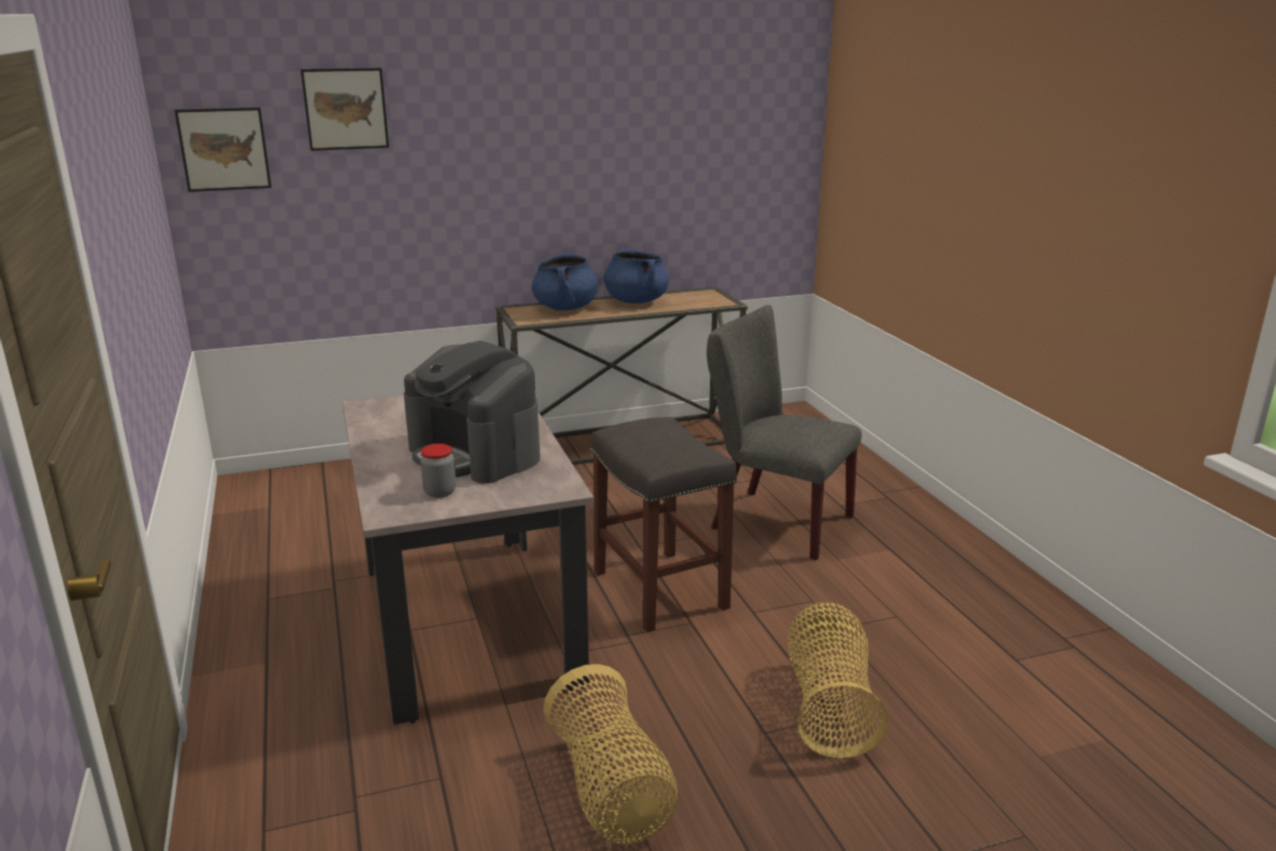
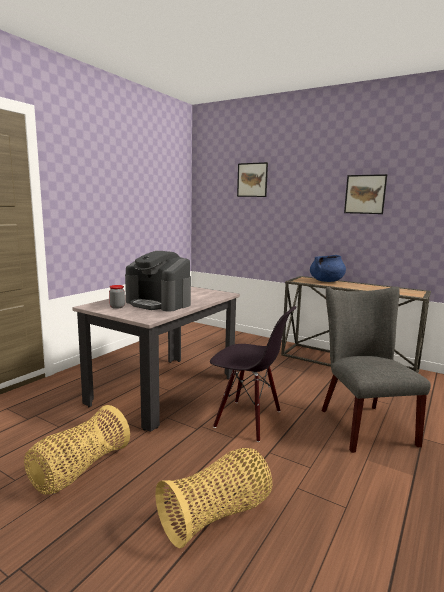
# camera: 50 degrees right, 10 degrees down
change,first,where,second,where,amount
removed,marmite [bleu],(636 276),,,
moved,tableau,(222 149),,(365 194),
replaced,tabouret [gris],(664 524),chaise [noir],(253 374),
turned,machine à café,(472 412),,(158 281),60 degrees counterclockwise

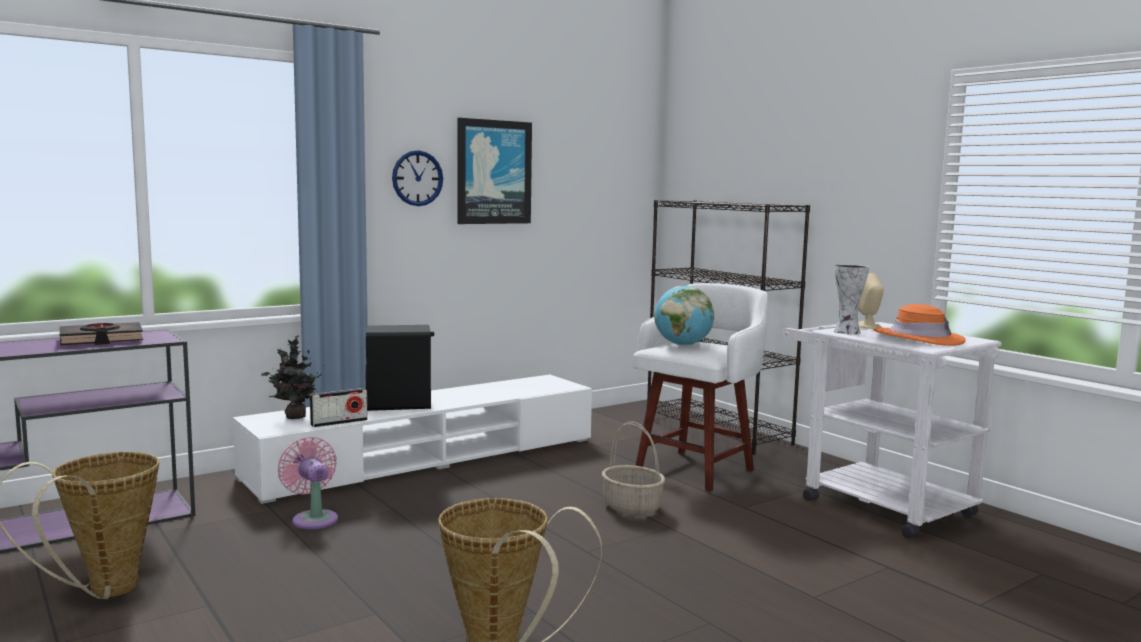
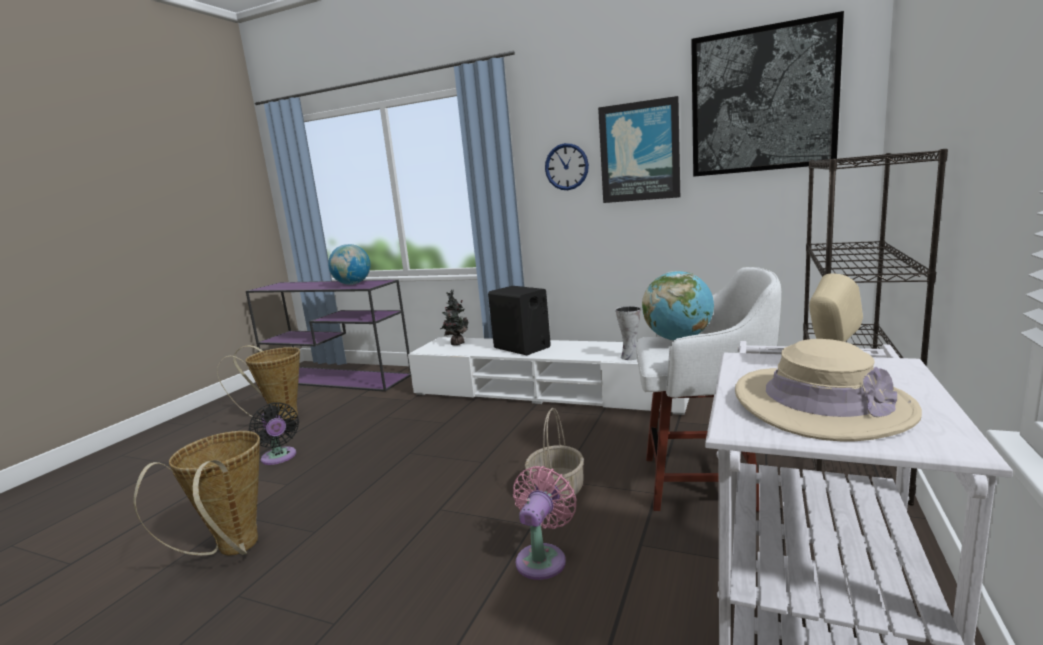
# camera: 60 degrees right, 5 degrees up
change,first,where,second,where,amount
removed,radio,(339 407),,,
added,,,ventilateur [noir],(274 433),
added,,,tableau,(767 94),
moved,ventilateur [rose],(308 483),,(545 523),
moved,vase,(851 299),,(628 333),
replaced,livre [noir],(101 334),globe,(349 264),
recoloured,chapeau [orange],(920 325),chapeau [beige],(828 390),

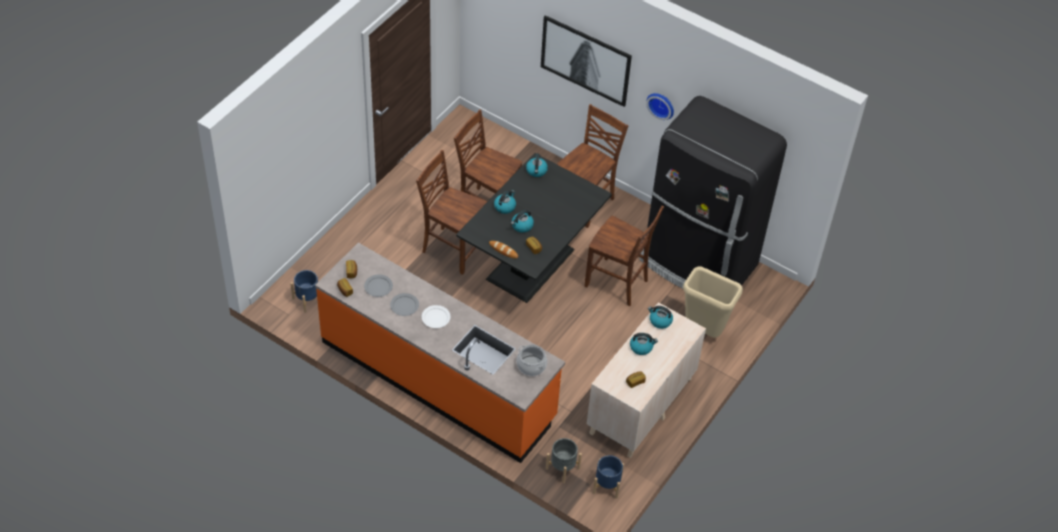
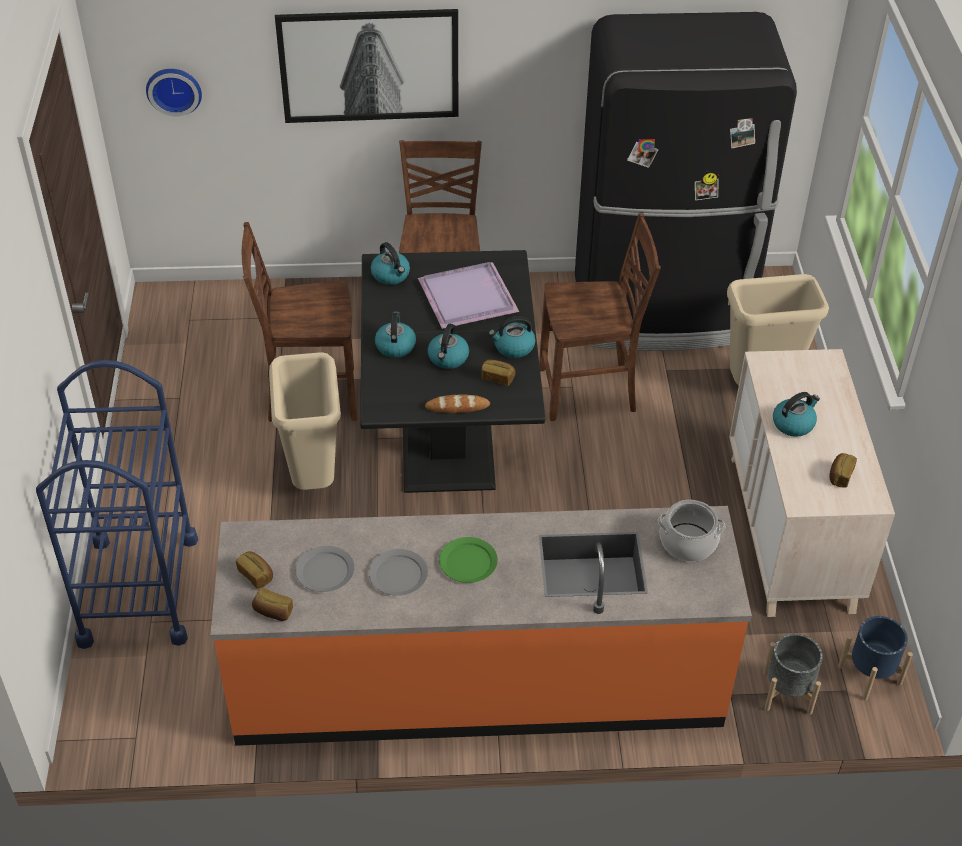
# camera: 35 degrees left, 5 degrees down
change,first,where,second,where,amount
removed,cache-pot [bleu],(304 291),,,
added,,,chariot [bleu],(117 504),
added,,,plateau [violet],(468 295),
moved,horloge murale,(660 106),,(174 93),
moved,bouilloire,(660 317),,(512 337),
replaced,chaise [marron],(451 212),poubelle [beige],(305 421),
recoloured,assiette [blanc],(436 316),assiette [vert],(468 560),

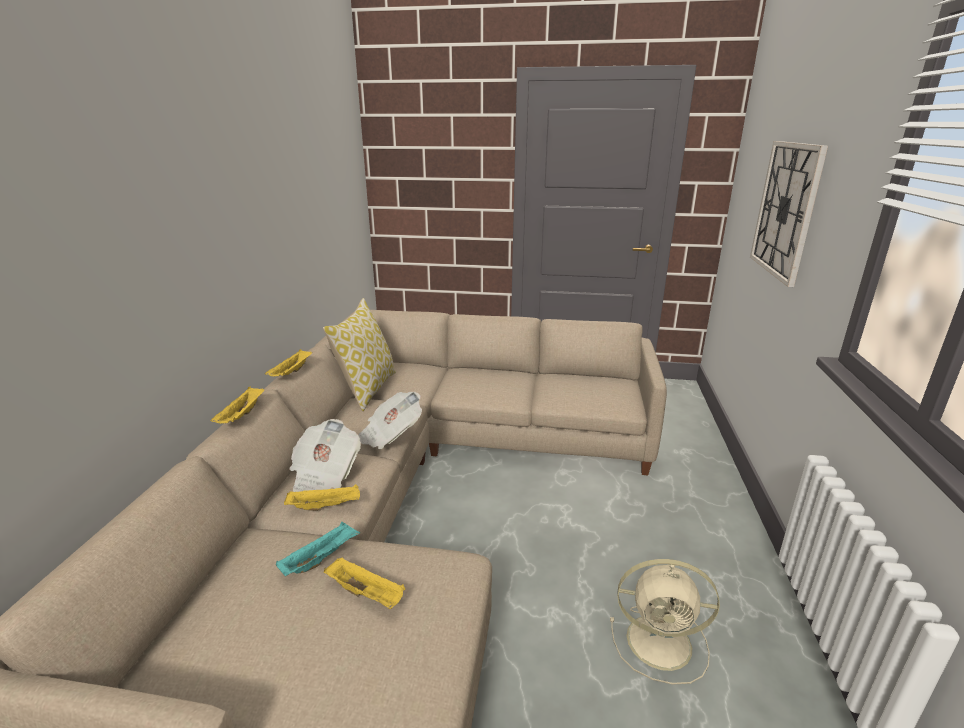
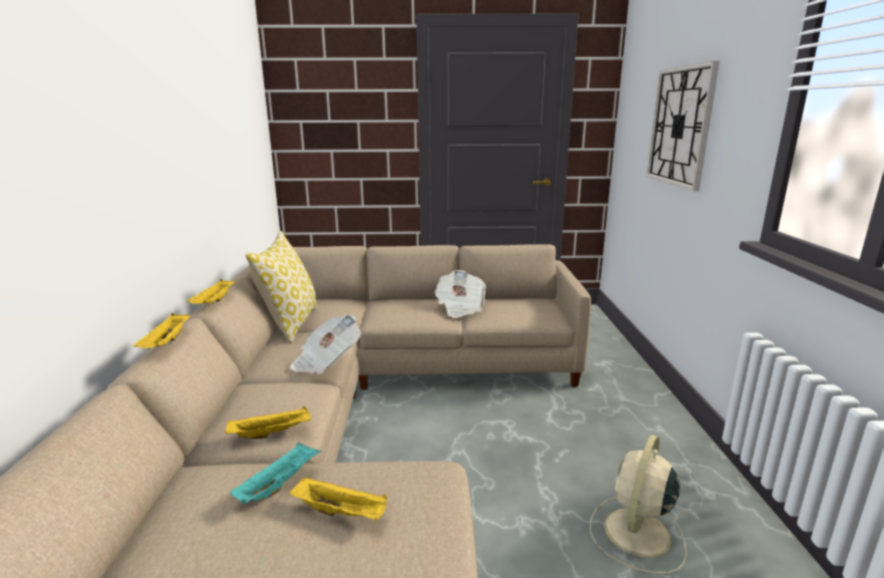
# camera: 10 degrees left, 5 degrees down
change,first,where,second,where,amount
moved,journal,(325 455),,(460 294),
turned,ventilateur [beige],(665 622),,(638 504),120 degrees clockwise

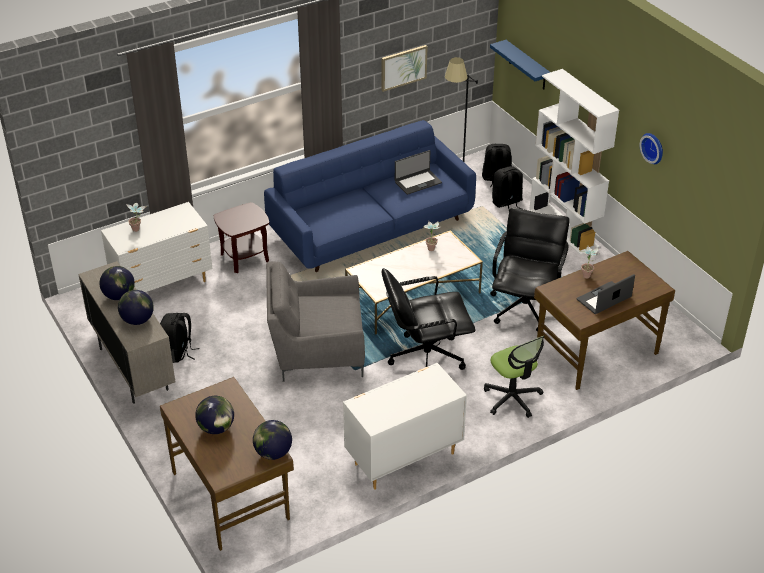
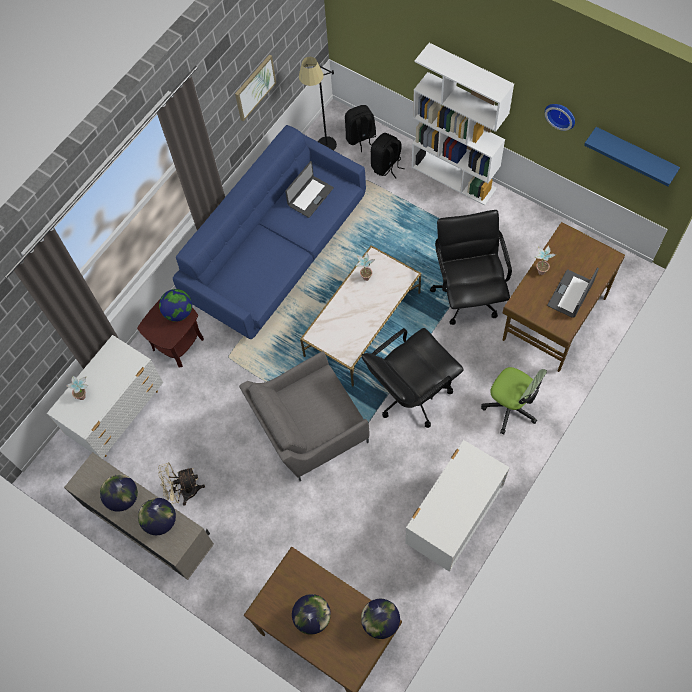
# camera: 20 degrees left, 25 degrees up
change,first,where,second,where,amount
added,,,globe,(175 305),
moved,étagère [bleu],(520 64),,(632 157),
replaced,sac à dos [noir],(180 338),ventilateur [beige],(181 484),

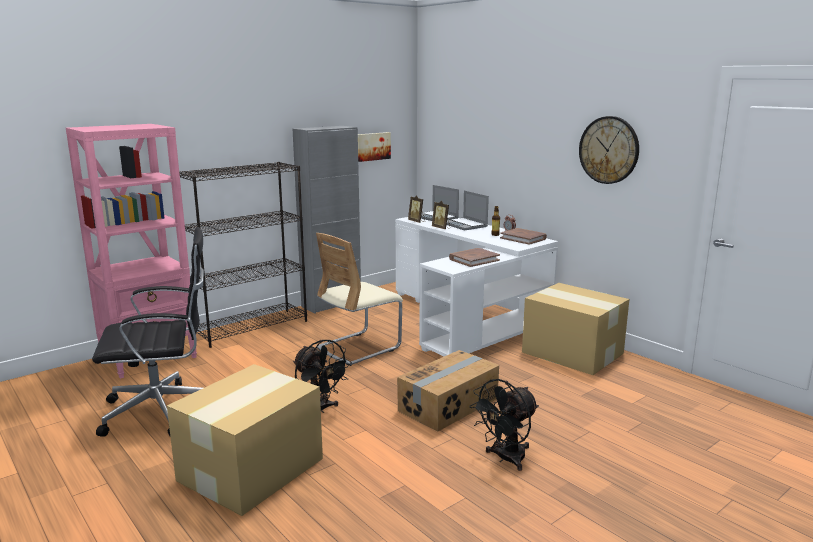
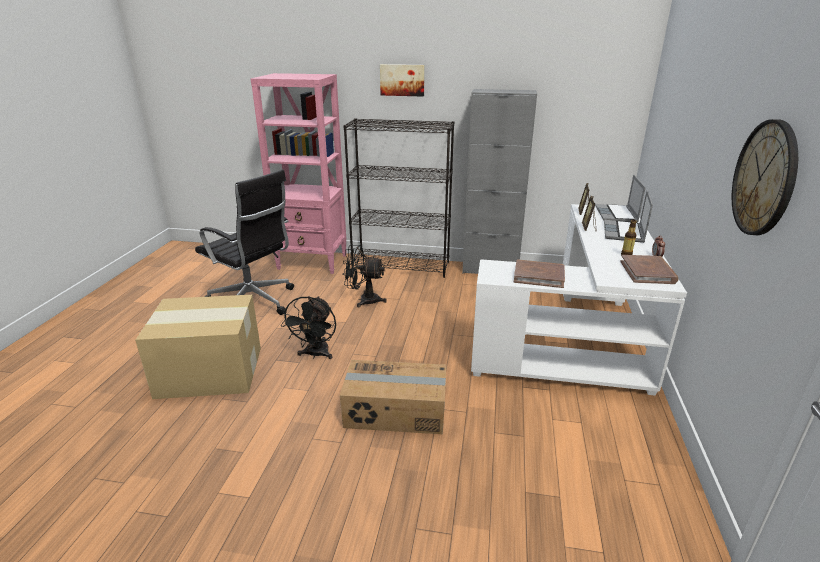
# camera: 50 degrees right, 10 degrees up
change,first,where,second,where,amount
removed,chaise [beige],(359 299),,,
removed,carton,(575 329),,,
moved,tableau,(374 147),,(402 80),
moved,ventilateur [noir],(504 425),,(364 276),

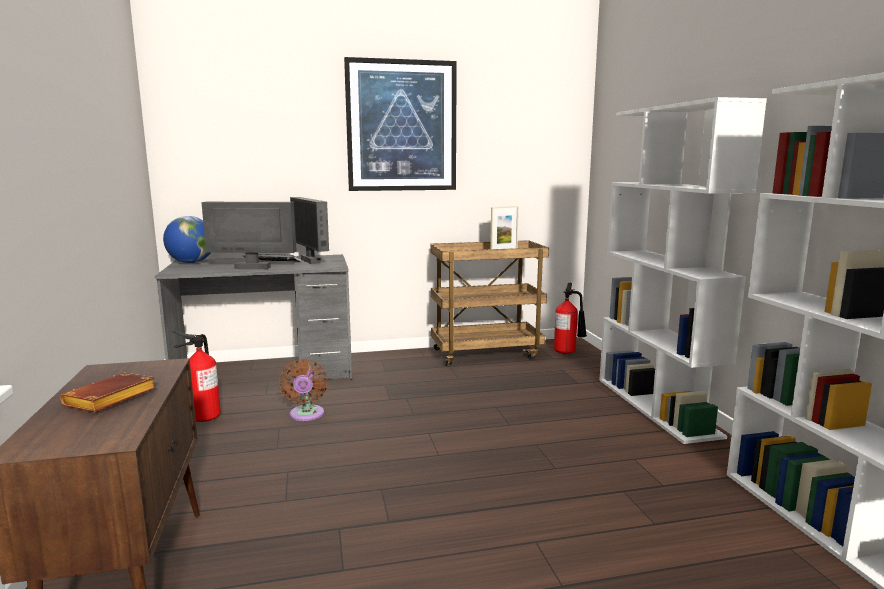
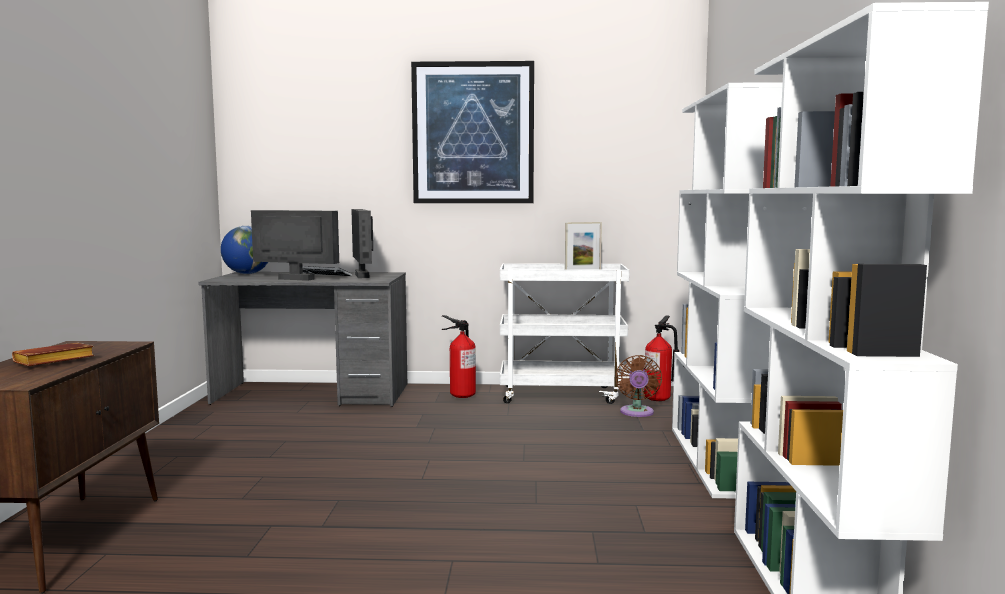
# camera: 15 degrees right, 5 degrees down
change,first,where,second,where,amount
moved,extincteur,(197 376),,(459 356),
moved,ventilateur [marron],(303 390),,(639 386),
recoloured,chariot [marron],(490 303),chariot [blanc],(565 333),

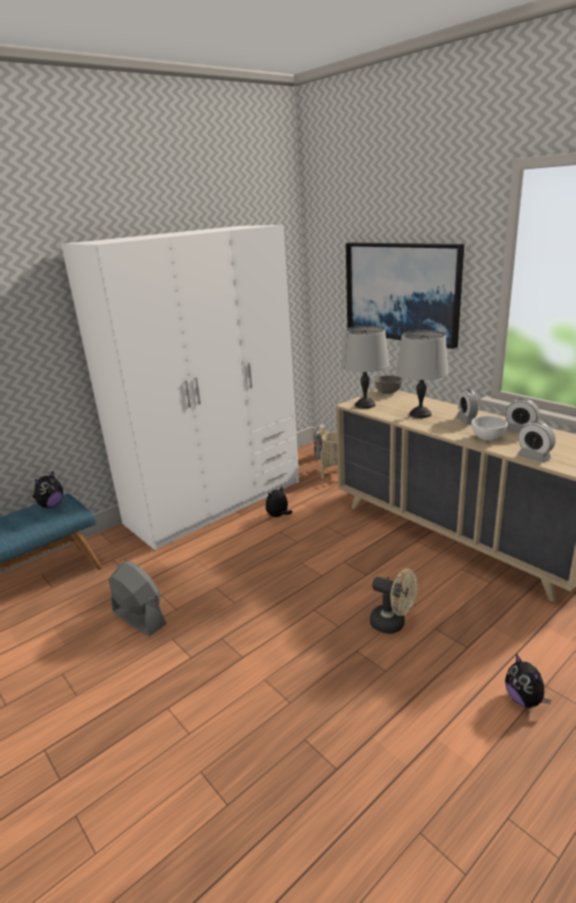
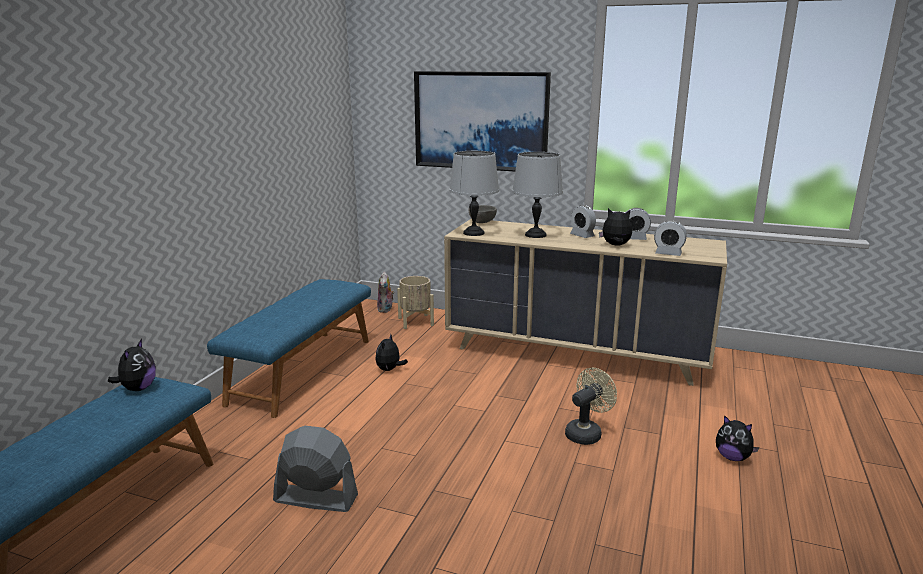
# camera: 30 degrees left, 5 degrees down
change,first,where,second,where,amount
replaced,armoire [blanc],(180 388),banc [bleu],(289 348),
replaced,bol [blanc],(489 428),peluche,(615 226),
turned,ventilateur [beige],(394 601),,(591 406),45 degrees counterclockwise

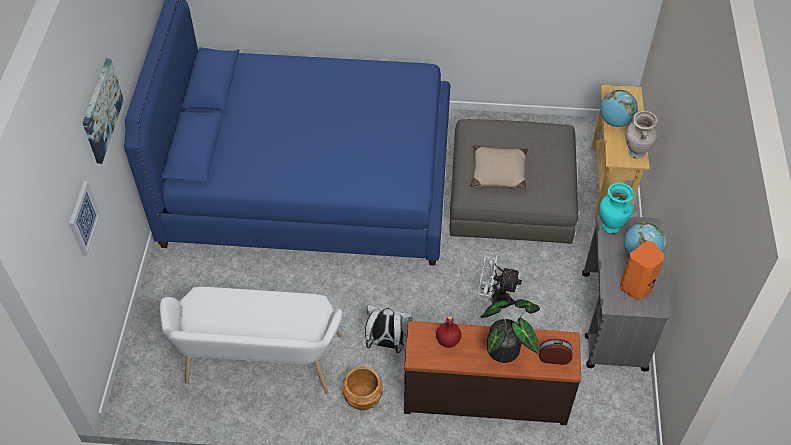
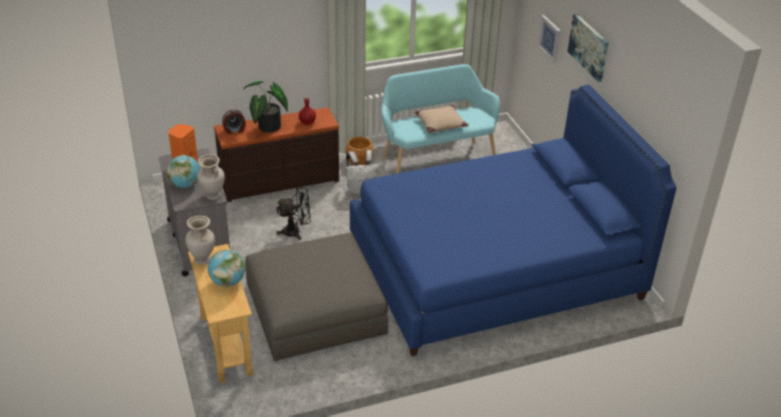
# camera: 155 degrees right, 15 degrees down
change,first,where,second,where,amount
moved,coussin [beige],(499 167),,(442 119),
recoloured,banc [blanc],(251 340),banc [turquoise],(440 119),
recoloured,ventilateur [blanc],(500 280),ventilateur [noir],(293 213),
recoloured,vase [turquoise],(616 208),vase [beige],(211 177),

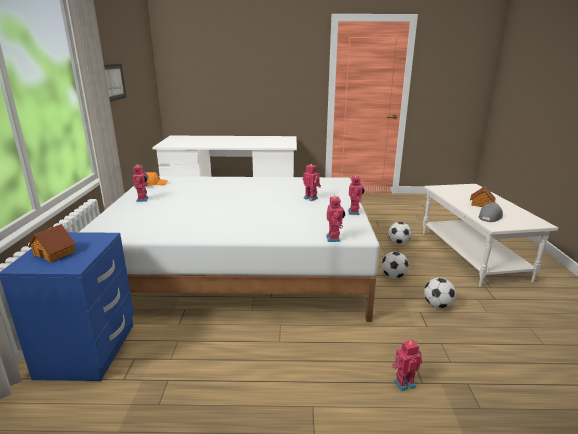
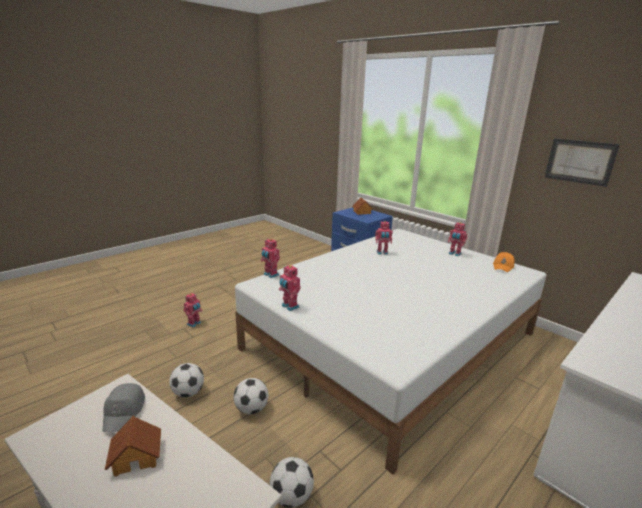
# camera: 135 degrees right, 0 degrees up
change,first,where,second,where,amount
moved,robot jouet,(311 182),,(384 238),

